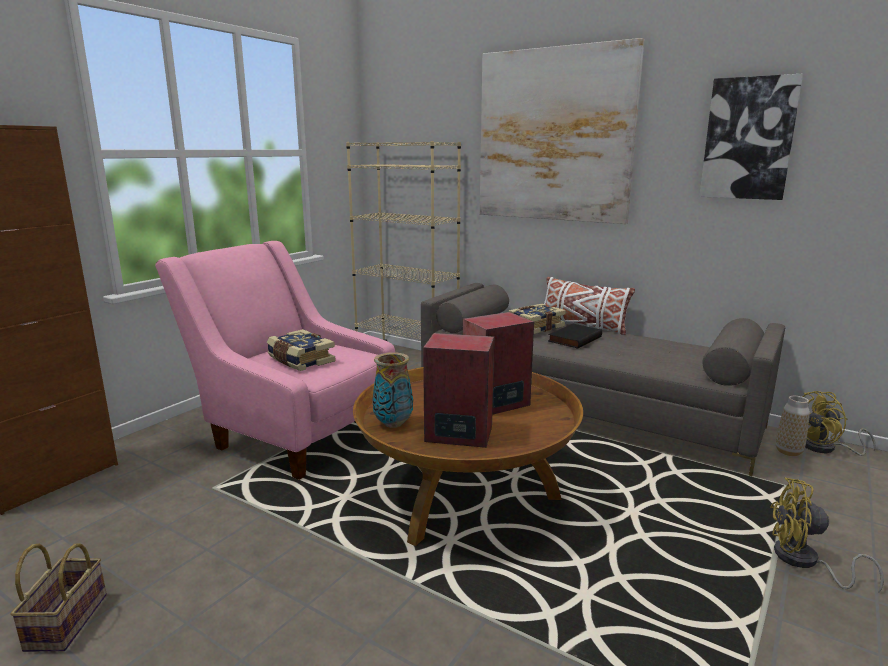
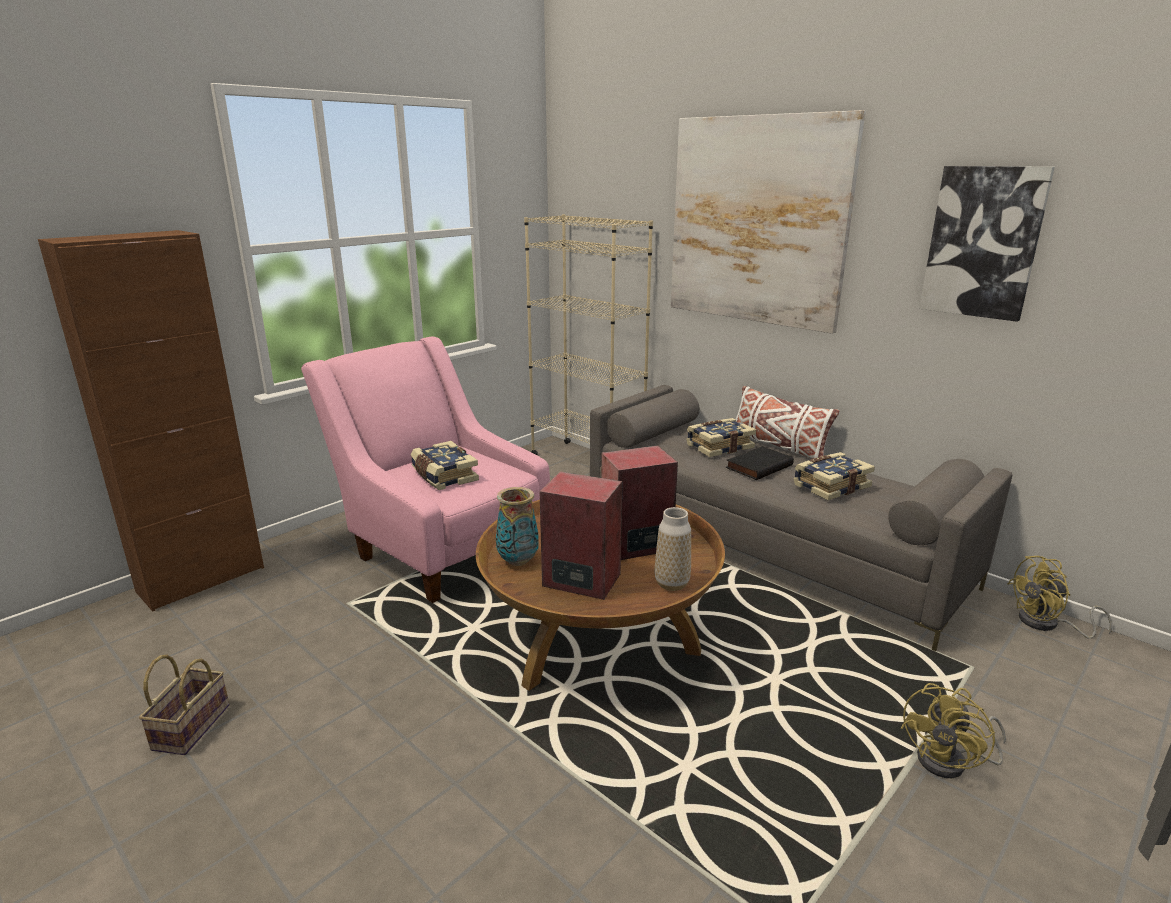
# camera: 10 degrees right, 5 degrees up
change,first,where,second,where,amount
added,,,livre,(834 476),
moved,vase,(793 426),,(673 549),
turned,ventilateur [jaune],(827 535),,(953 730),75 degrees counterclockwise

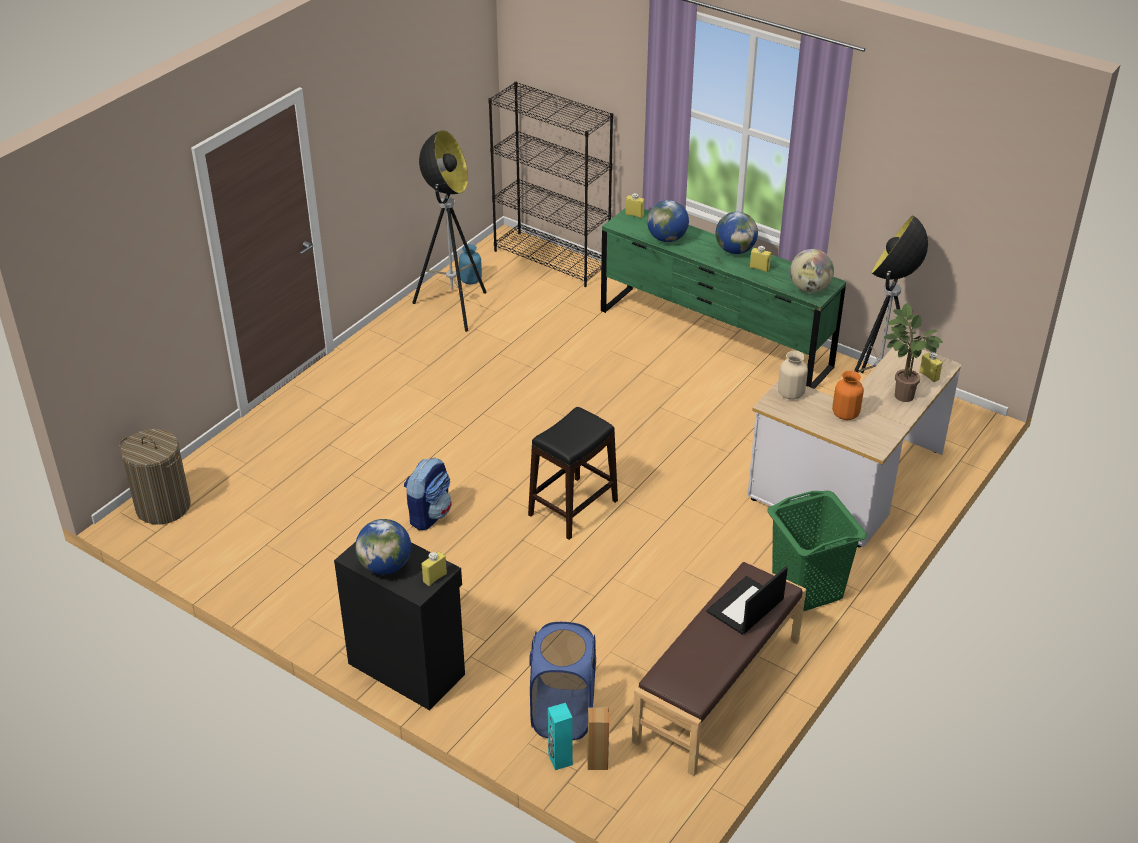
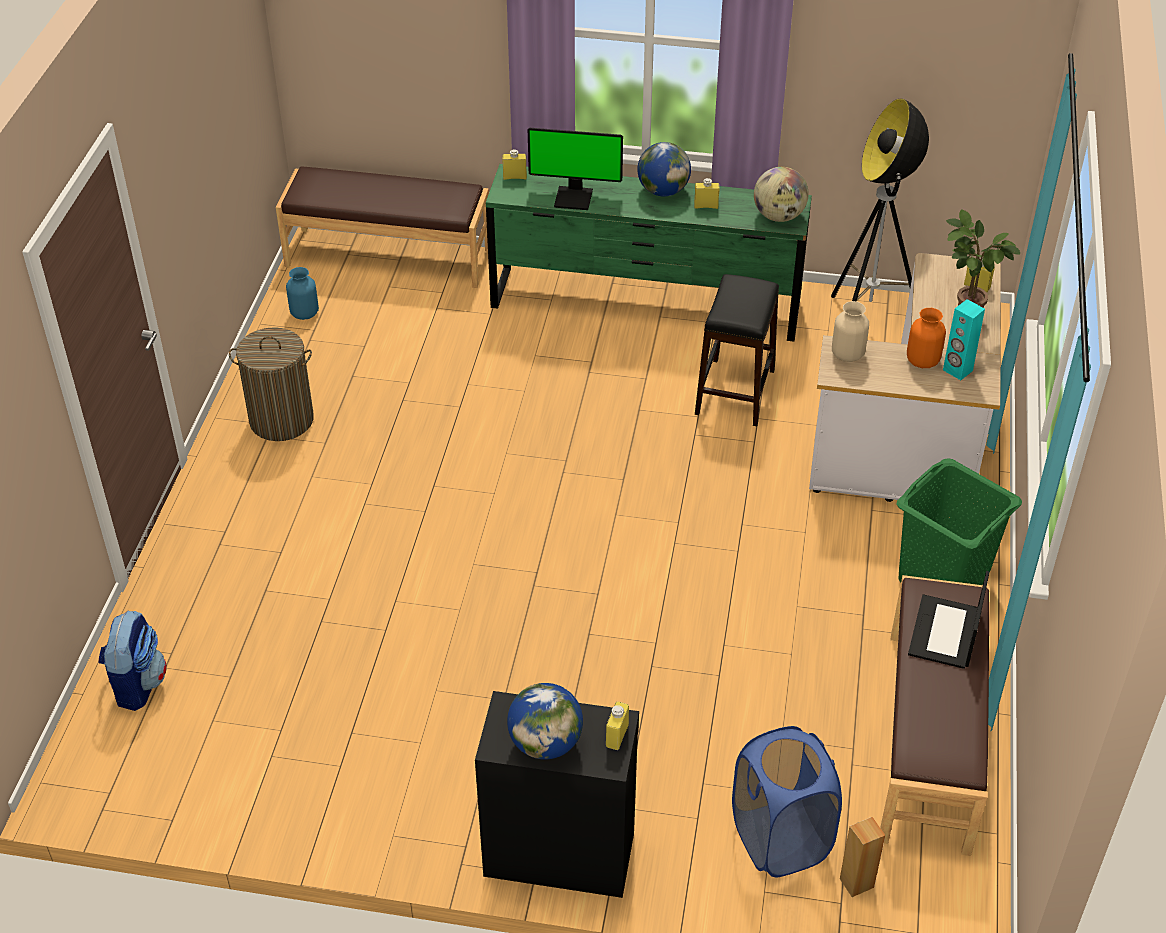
# camera: 25 degrees left, 5 degrees up
change,first,where,second,where,amount
removed,lampadaire,(449 231),,,
moved,panier à linge,(154 477),,(271 384),
moved,sac à dos,(427 494),,(132 661),
moved,tabouret [noir],(573 473),,(737 350),
moved,enceinte [turquoise],(560 736),,(964 339),
replaced,bibliothèque [noir],(550 184),banc [marron],(382 227),
replaced,globe,(668 221),écran d'ordinateur,(575 169),

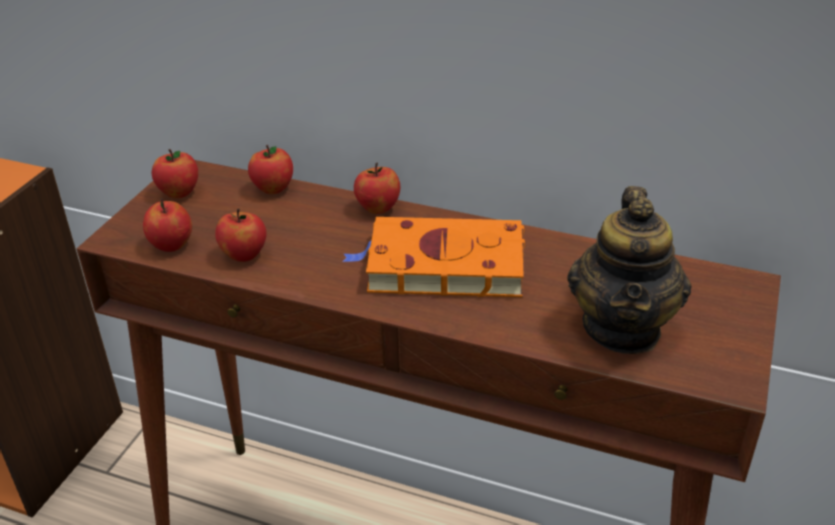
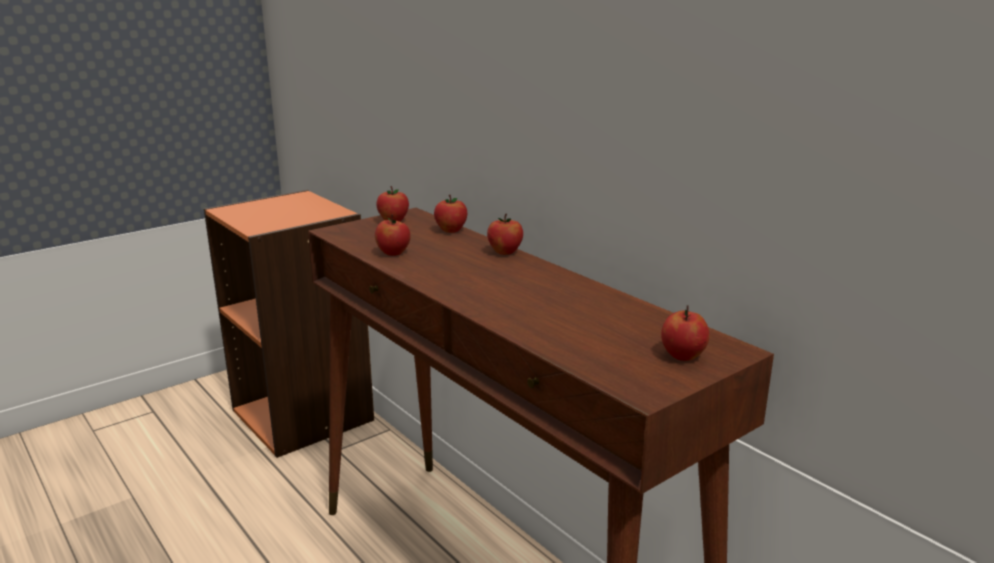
# camera: 30 degrees right, 15 degrees down
change,first,where,second,where,amount
removed,livre [orange],(433 257),,,
removed,théière,(629 270),,,
moved,pomme,(167 225),,(685 333),

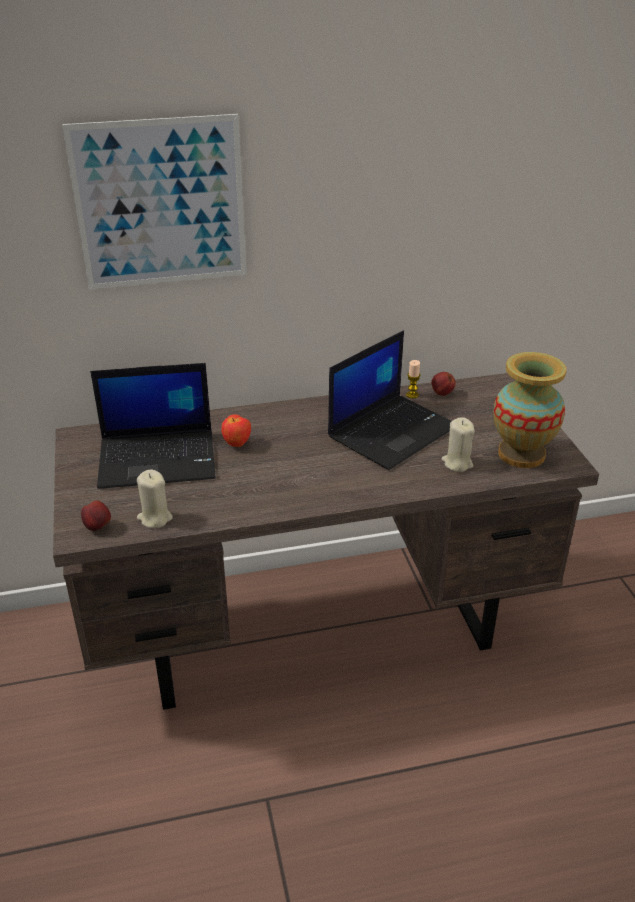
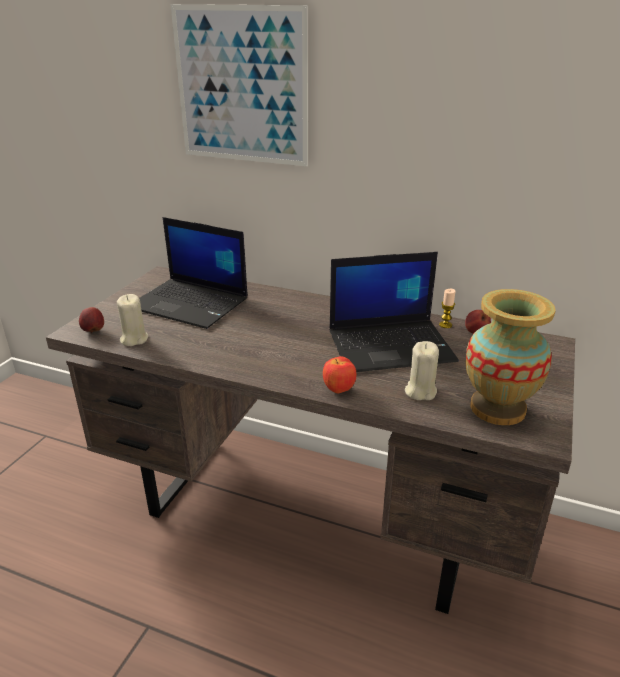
# camera: 35 degrees right, 5 degrees down
change,first,where,second,where,amount
moved,pomme,(236 430),,(340 374),

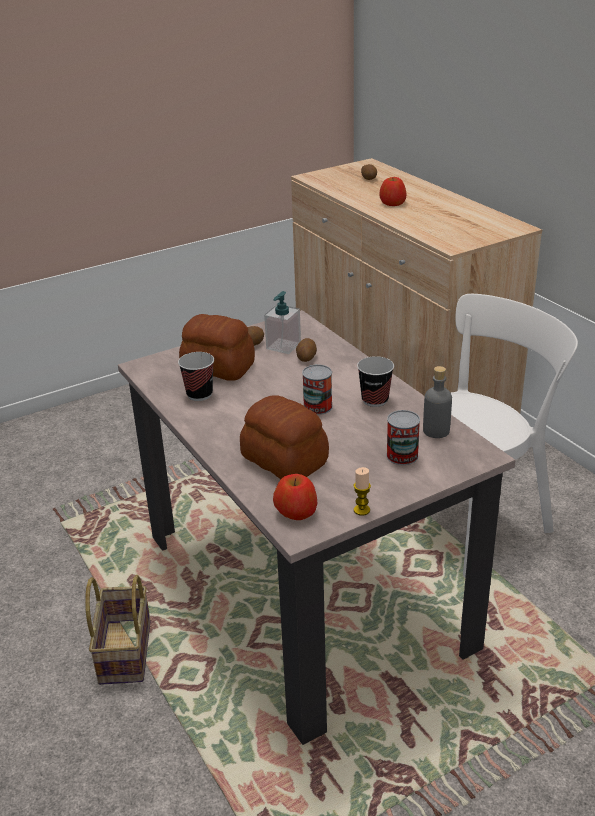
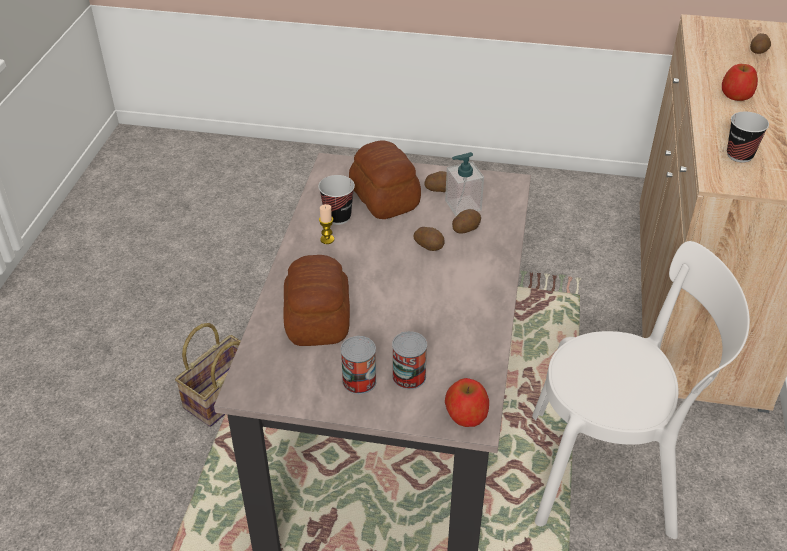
# camera: 40 degrees right, 10 degrees up
change,first,where,second,where,amount
removed,bouteille [gris],(437 402),,,
added,,,pomme de terre,(429 239),
moved,pomme,(295 497),,(467 402),
moved,boîte métallique,(317 389),,(359 365),
moved,bougie,(362 491),,(326 224),
moved,tasse,(375 381),,(748 137),

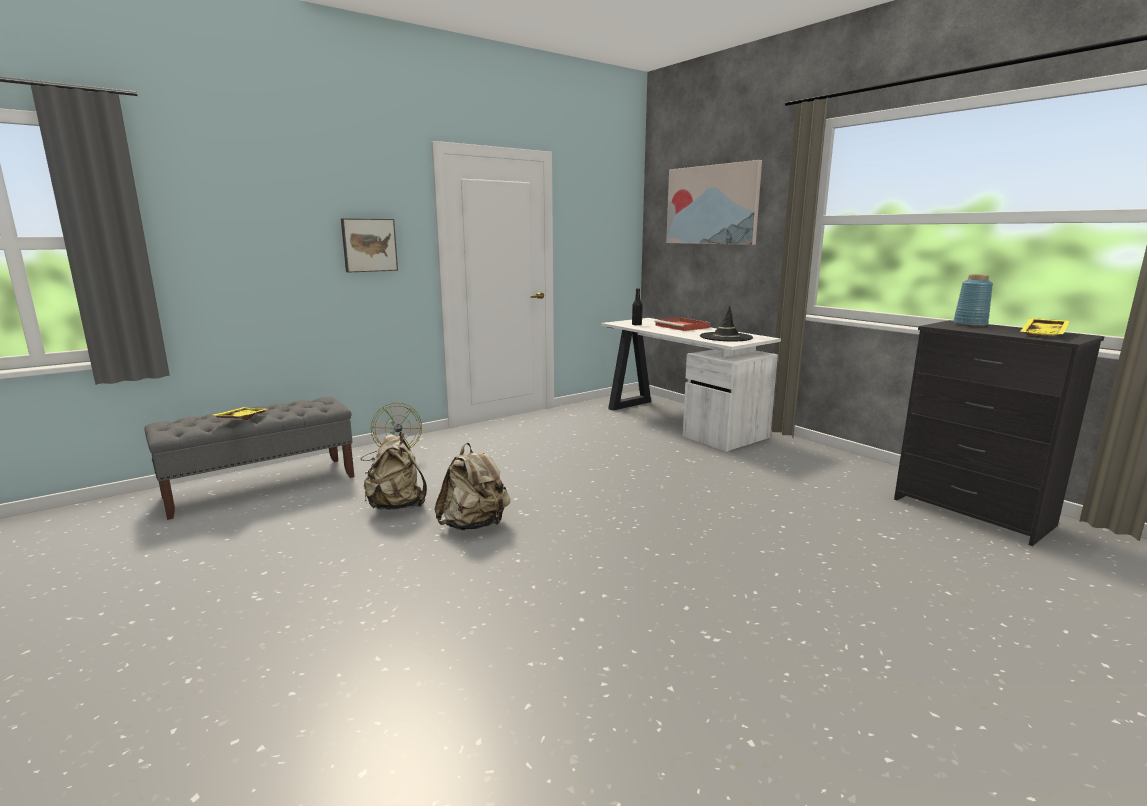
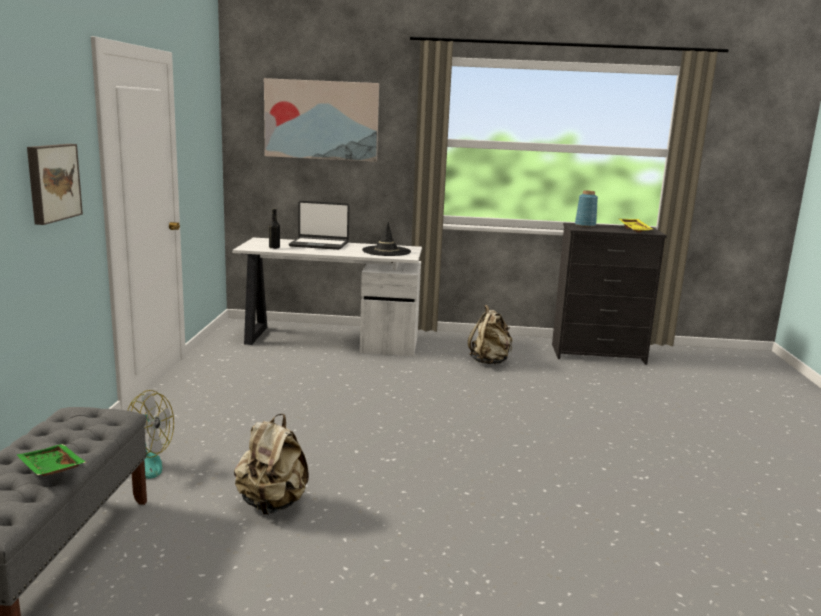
# camera: 50 degrees left, 0 degrees up
change,first,where,second,where,amount
moved,sac à dos [beige],(472 486),,(490 334),
replaced,plateau [rouge],(682 324),ordinateur portable,(319 225),
recoloured,plateau [jaune],(240 413),plateau [vert],(51 460),

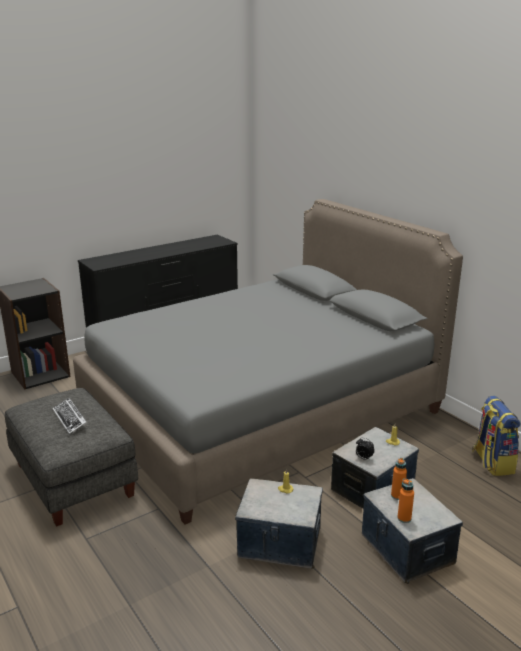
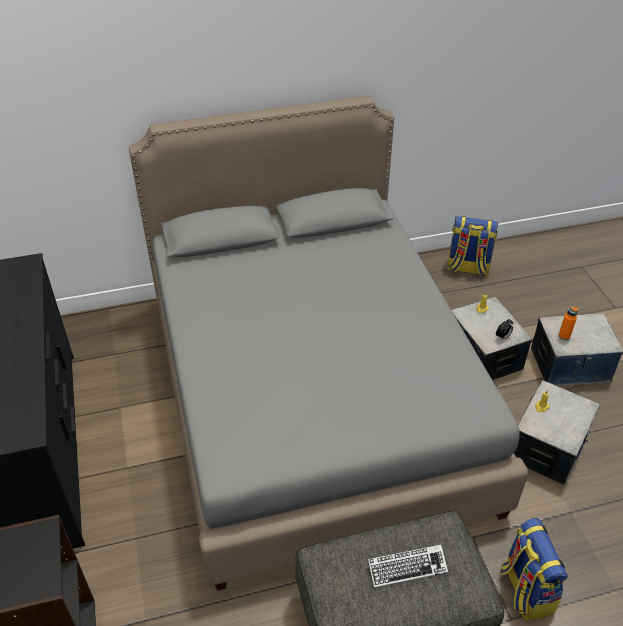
# camera: 70 degrees left, 20 degrees up
change,first,where,second,where,amount
removed,bouteille [orange],(405 500),,,
added,,,sac à dos,(534 569),

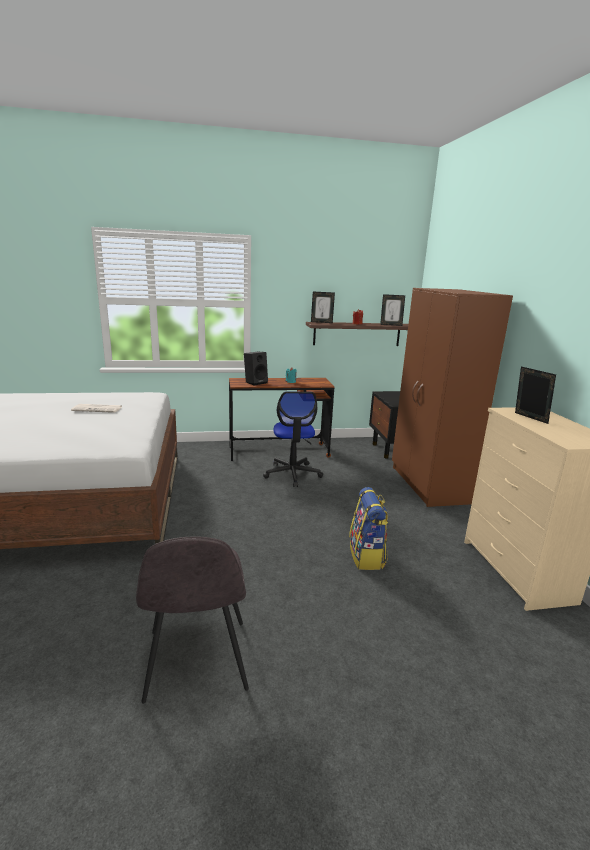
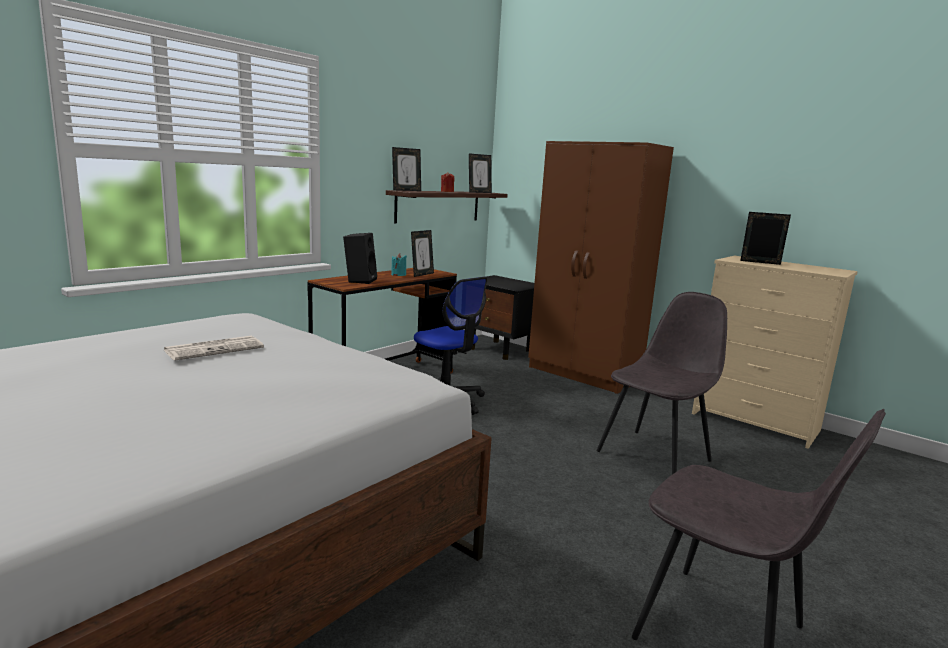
# camera: 40 degrees left, 5 degrees down
change,first,where,second,where,amount
added,,,cadre photo,(422 253),
replaced,sac à dos,(368 528),chaise [gris],(662 383),

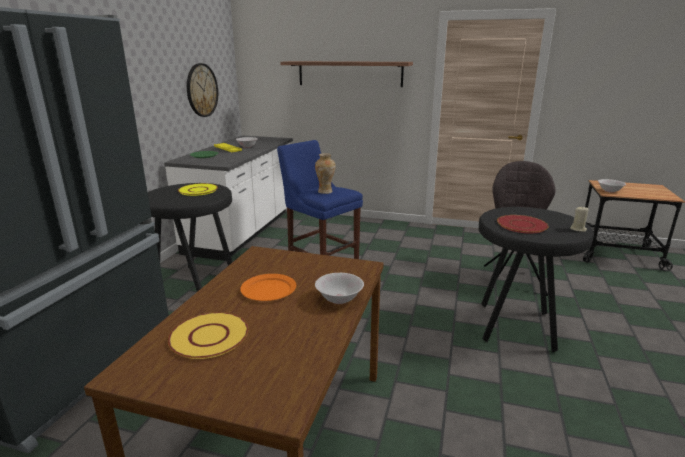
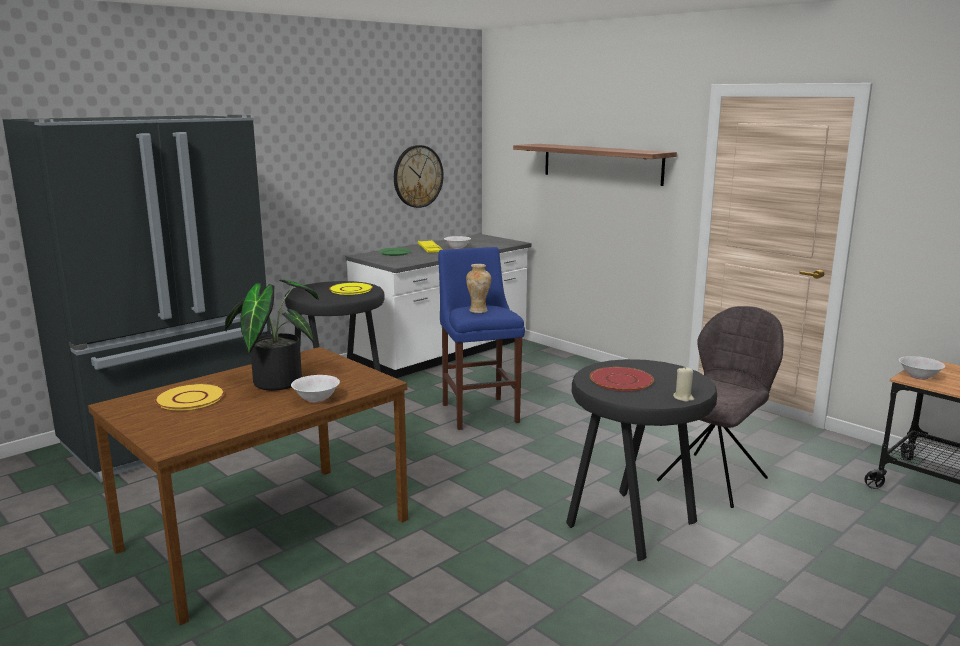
# camera: 30 degrees right, 5 degrees down
change,first,where,second,where,amount
replaced,assiette [orange],(268 287),plante en pot,(272 335),

